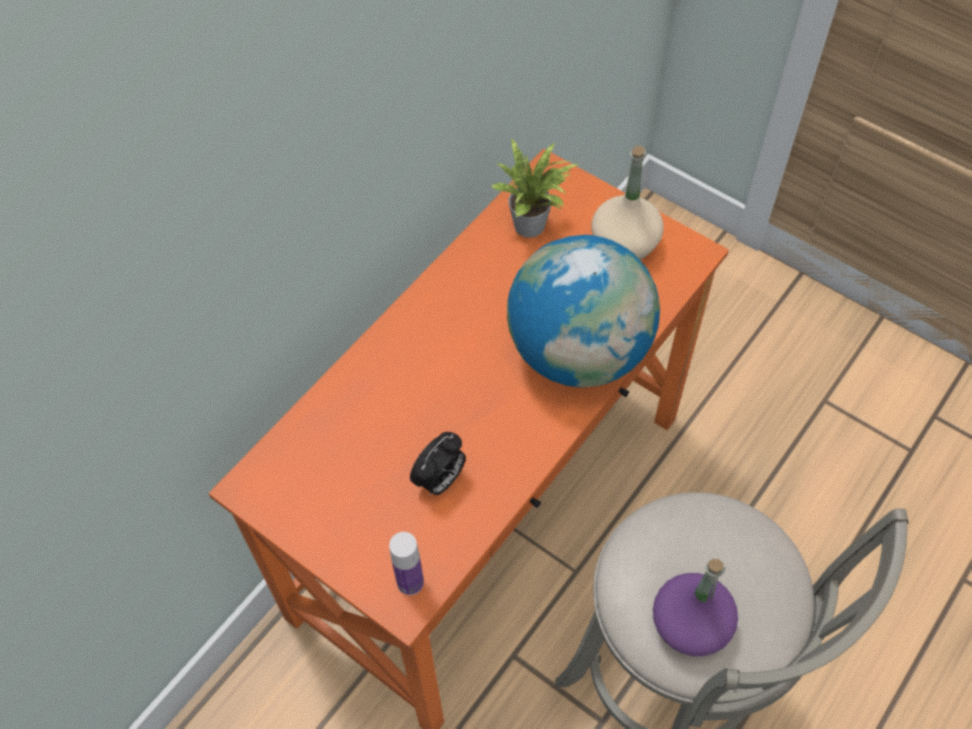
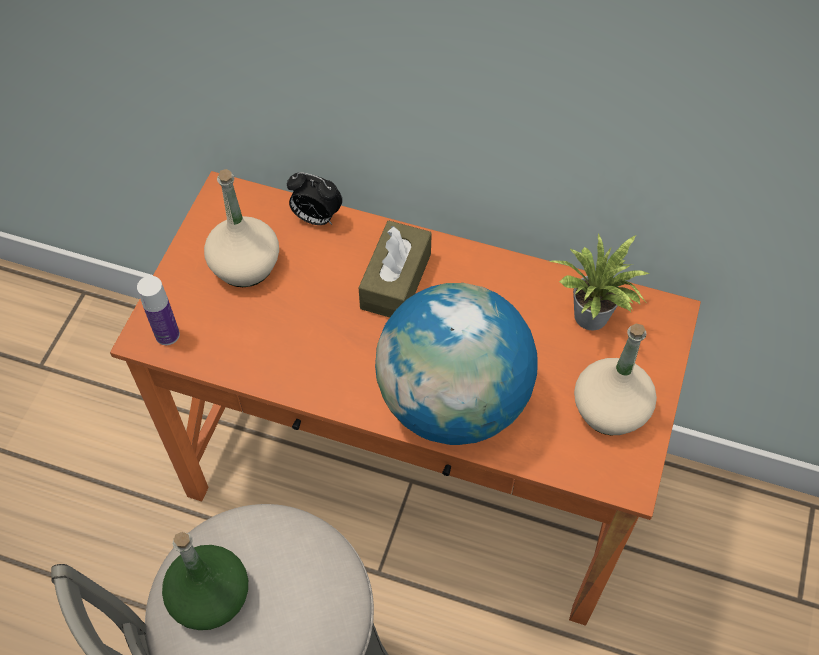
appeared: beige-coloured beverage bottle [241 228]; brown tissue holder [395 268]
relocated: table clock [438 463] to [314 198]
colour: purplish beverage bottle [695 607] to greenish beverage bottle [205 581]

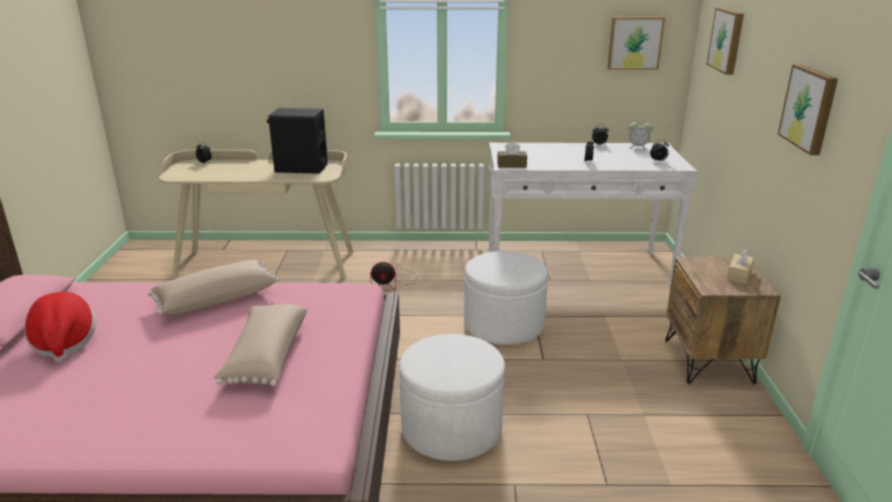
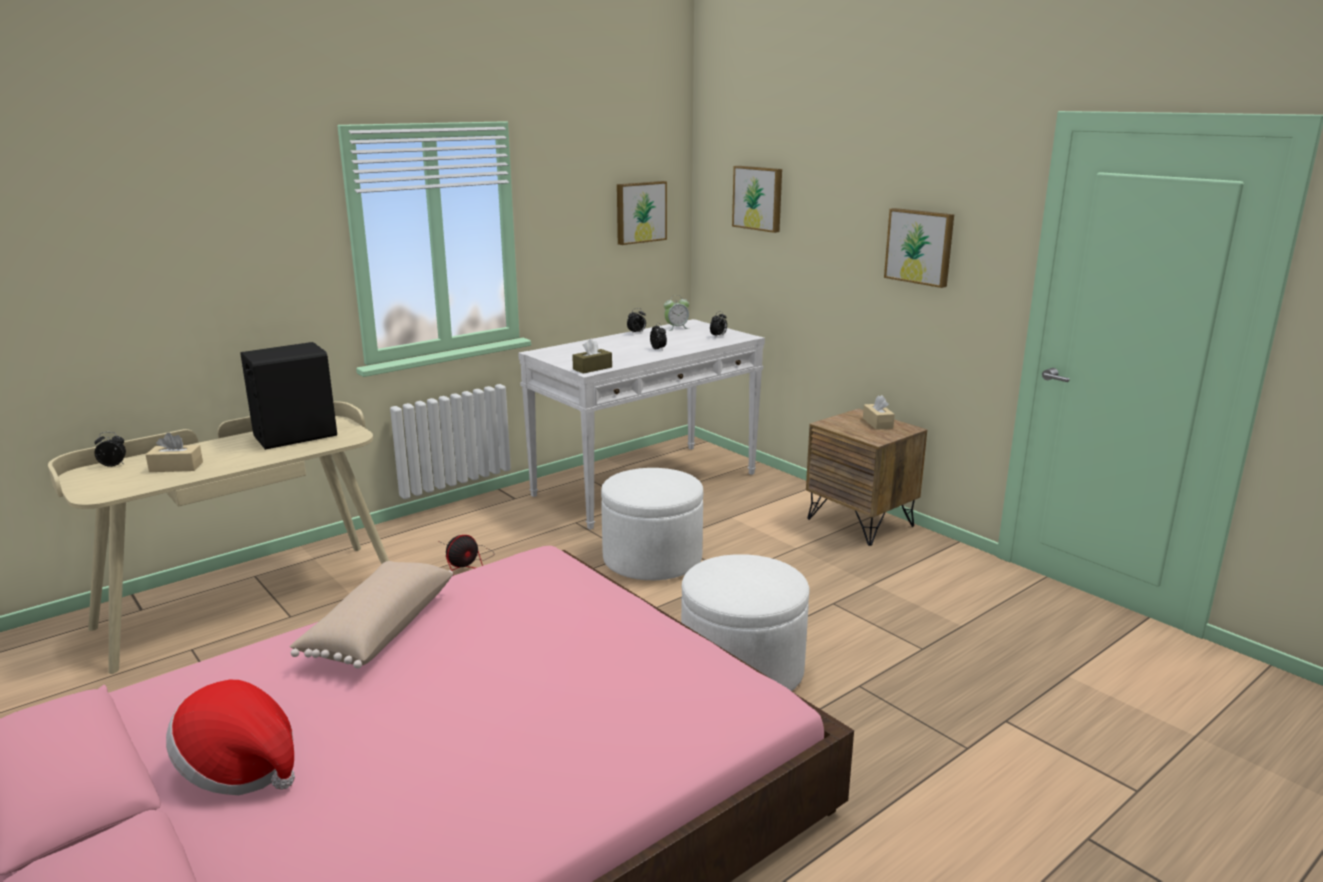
missing: beige-coloured cushion [260 345]
appeared: beige-coloured tissue holder [174 452]

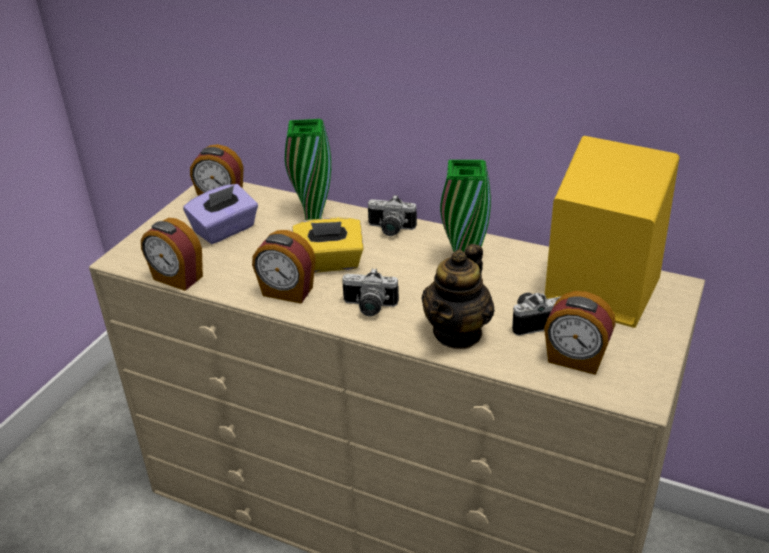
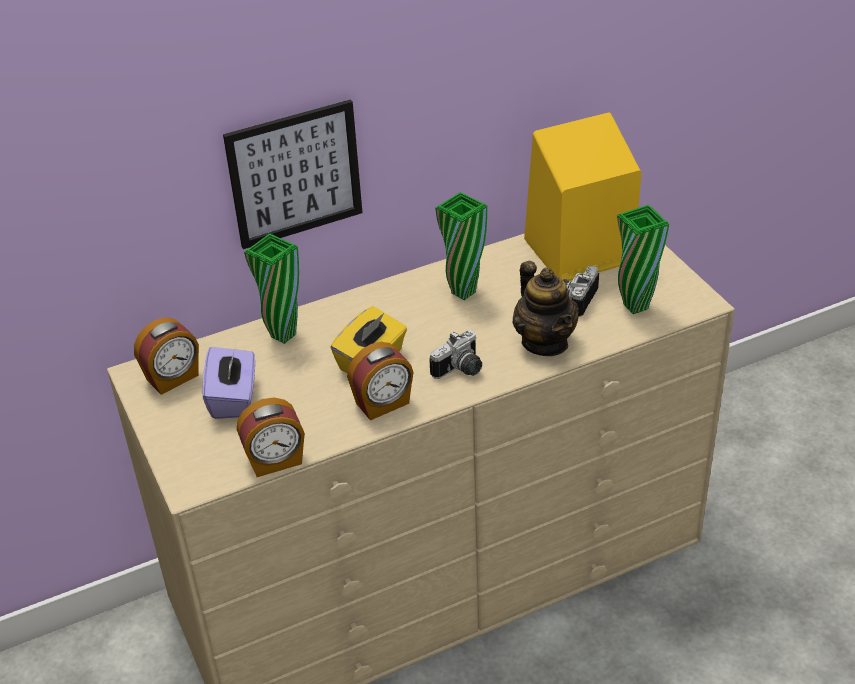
missing: still camera [392 215]
appeared: wall art [292 174]
exchanged: table clock [580 333] to greenish decorative vase [643 259]

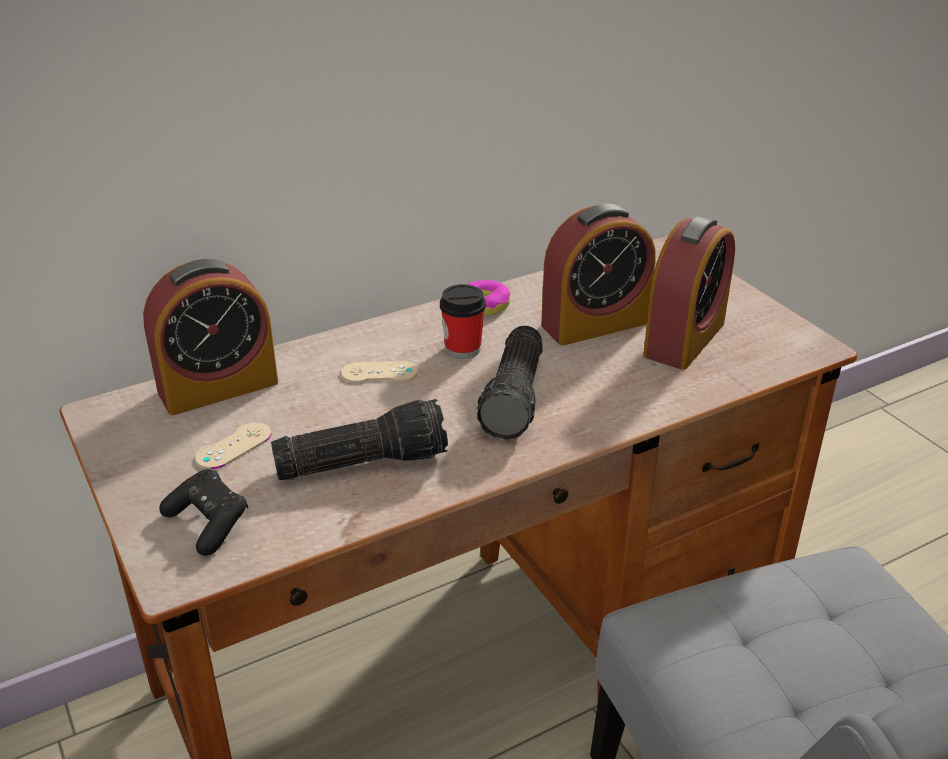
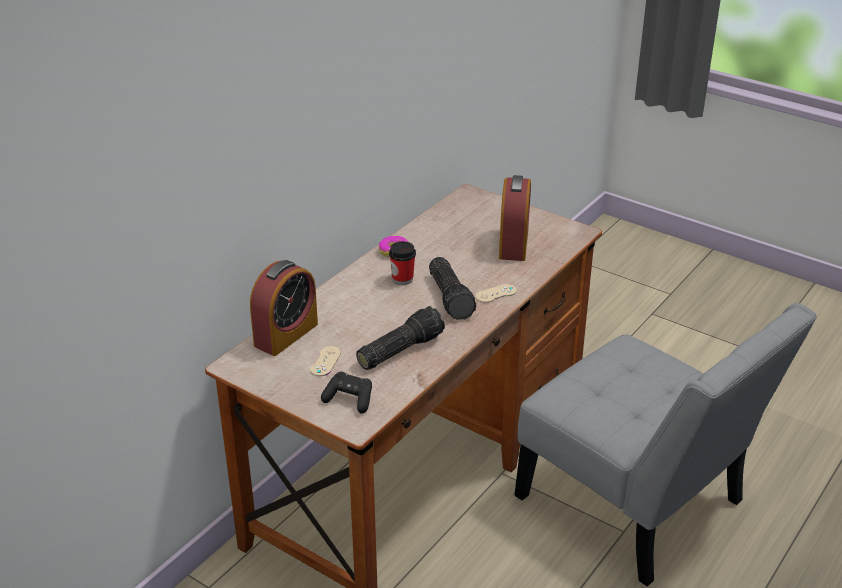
missing: table clock [598 275]
relocated: beige-coloured game controller [379 372] to [496 293]

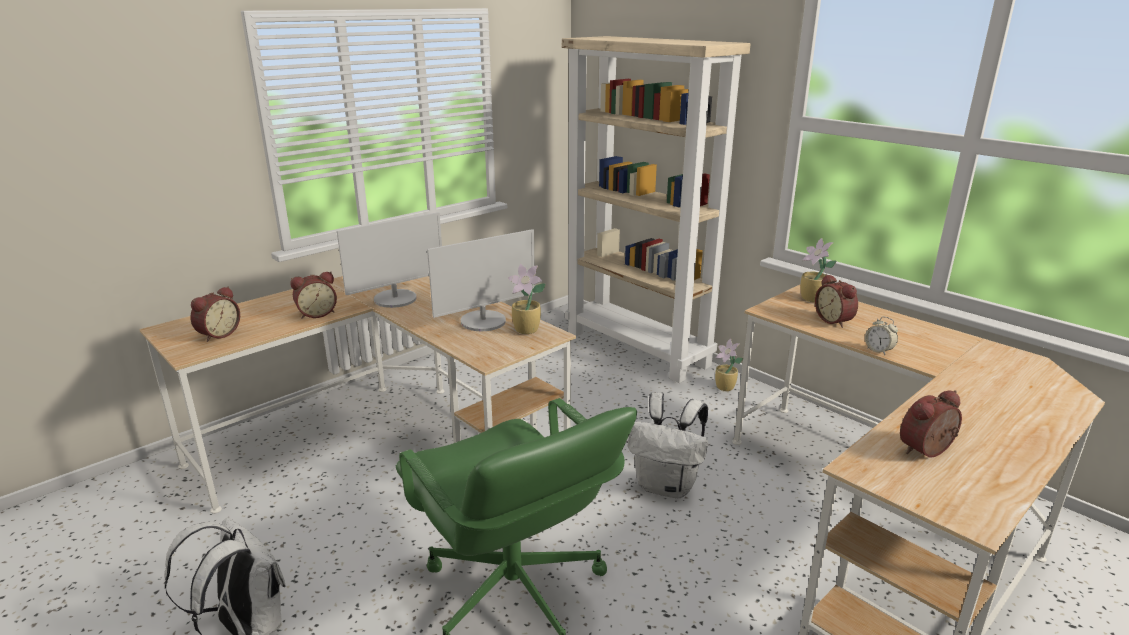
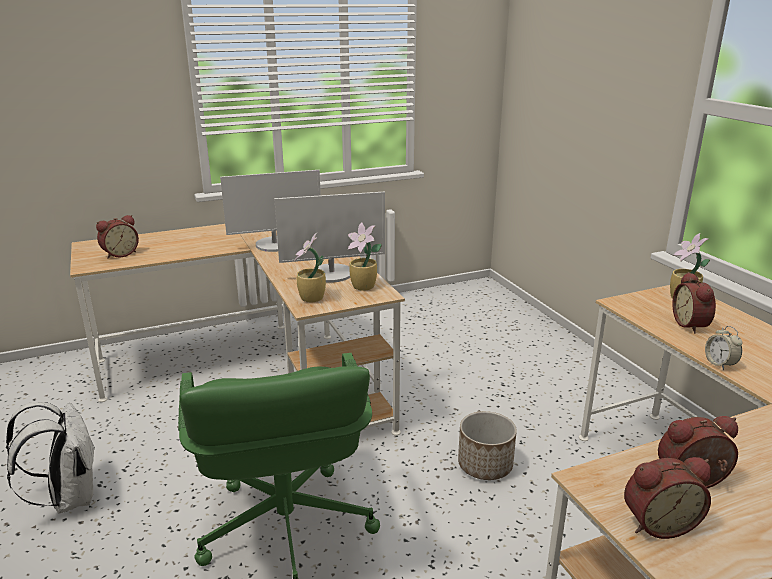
missing: beige-coloured bookshelf [656 209]
relocated: table clock [313 295] to [667 498]; houseplant [729 365] to [310 267]
exchanged: white-coloured backpack [668 445] to planter [487 445]

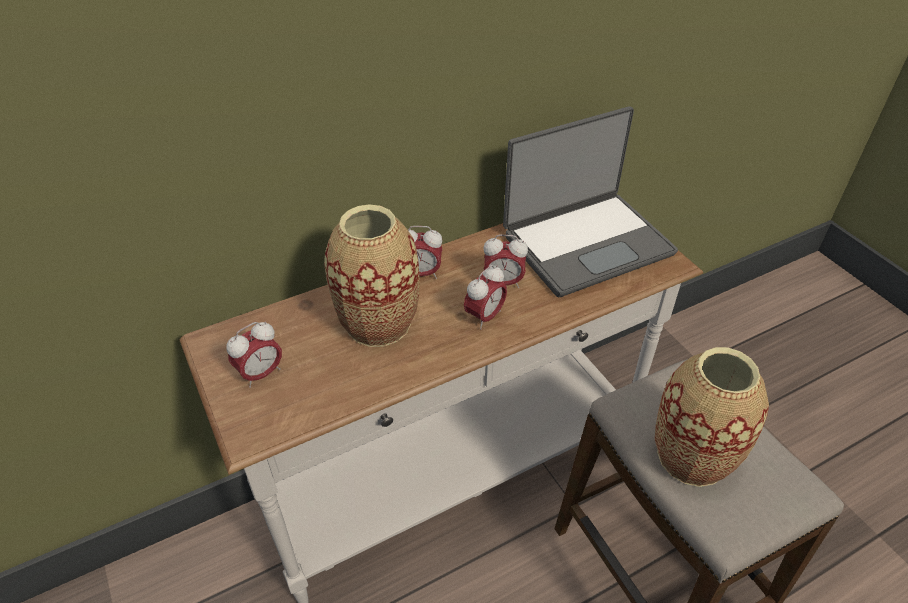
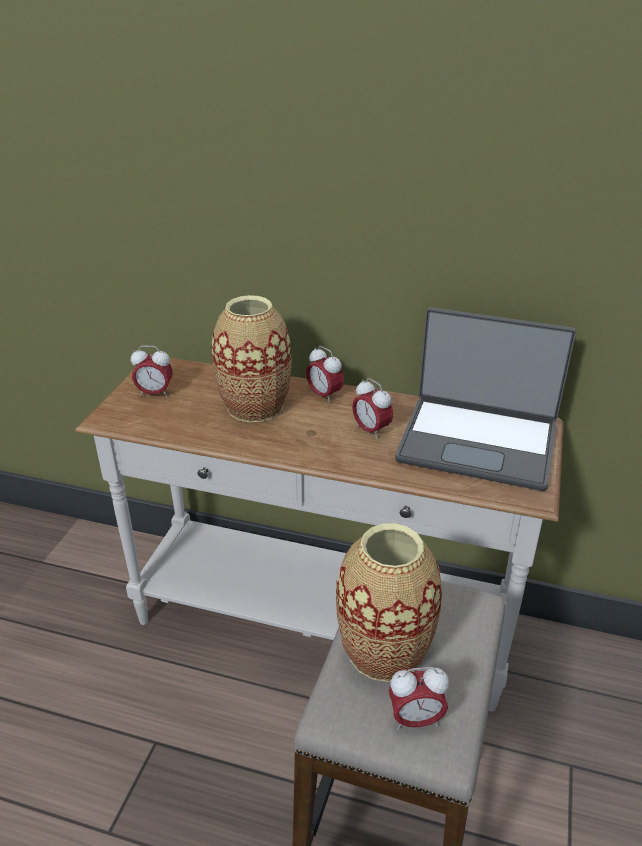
relocated: table clock [485 297] to [419 698]

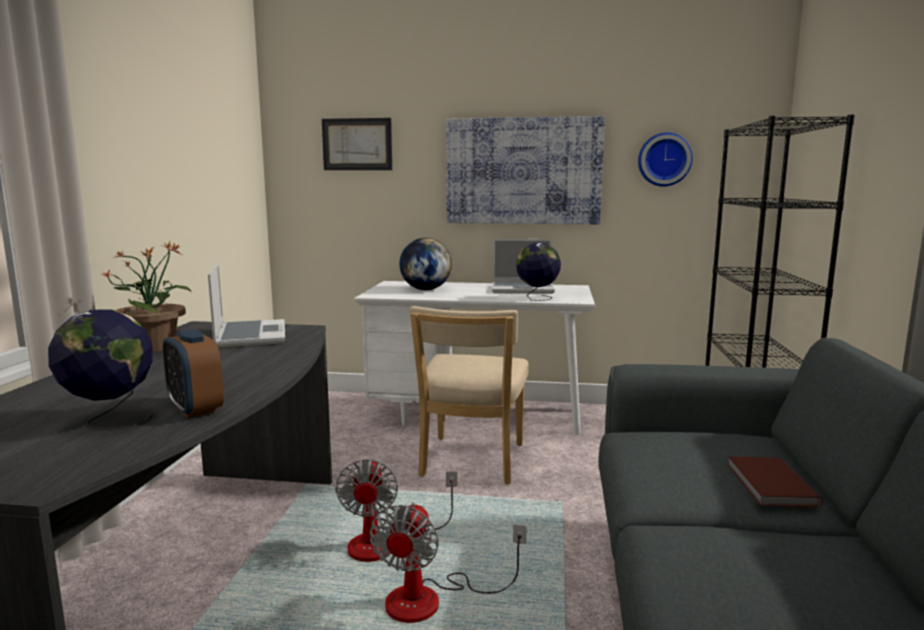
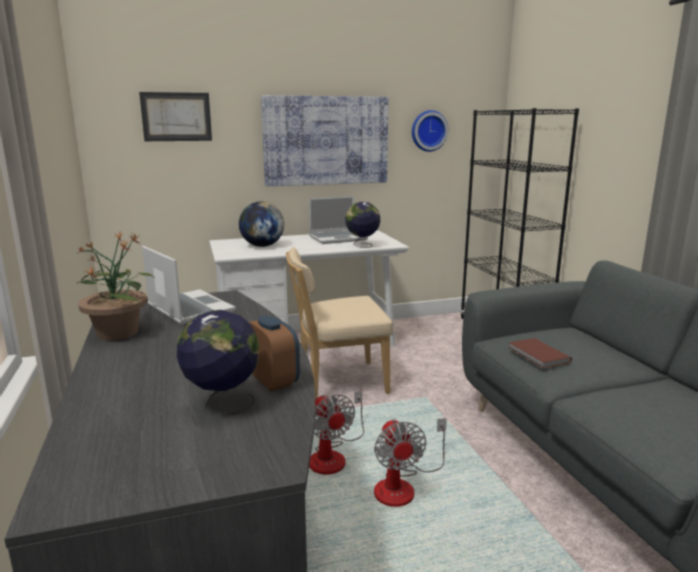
relocated: brown volume [774 481] to [540 353]
spun: table clock [193 373] = [274 353] 150 degrees counterclockwise; beige-coloured plain chair [469 395] = [339 323] 90 degrees clockwise

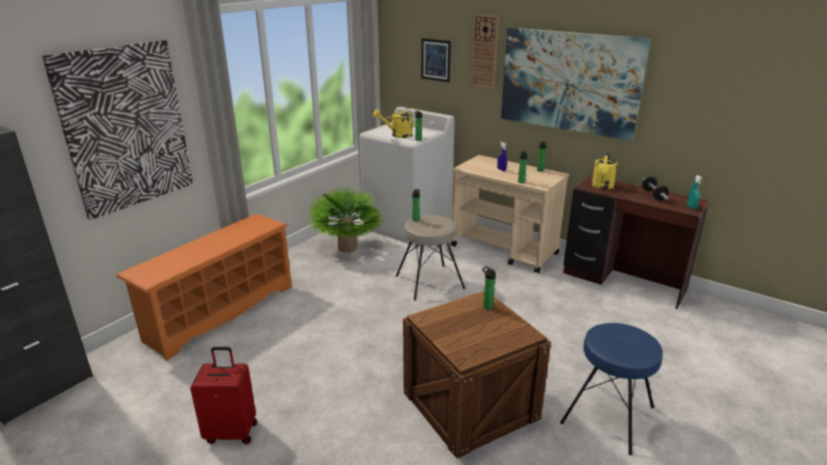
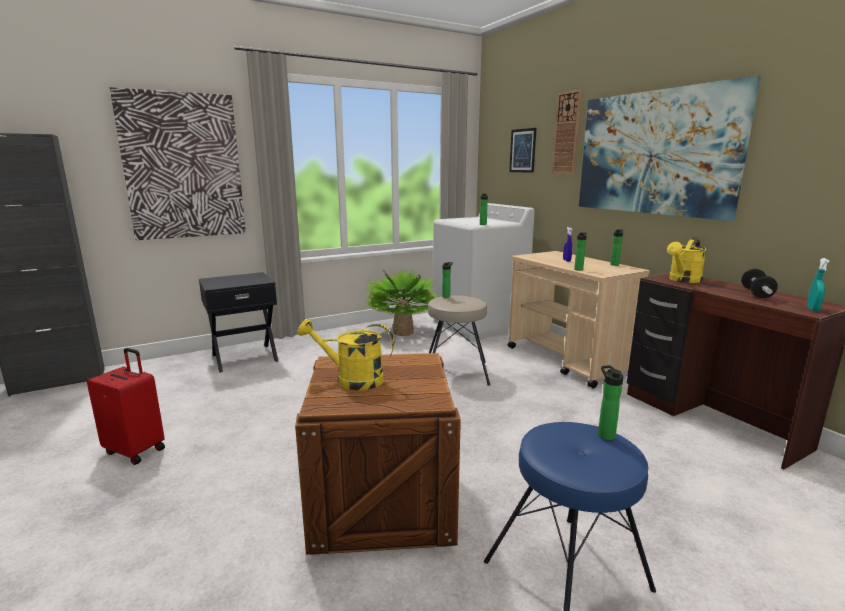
relocated: yellow watering can [394 122] to [345 355]; beverage bottle [489 288] to [610 402]
exchanged: orangey shoe shelf [204 287] to black-coloured nightstand [238 322]

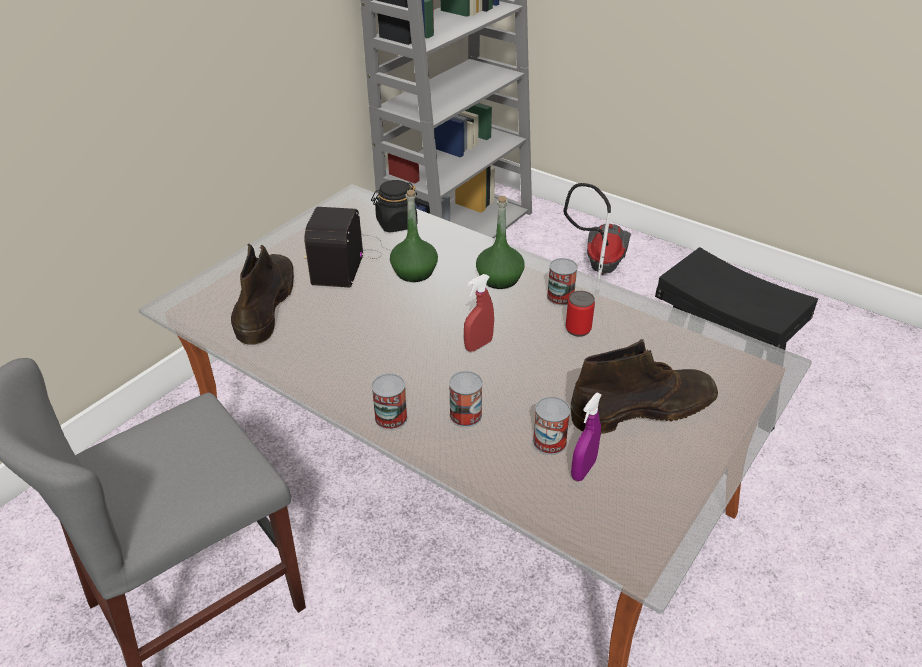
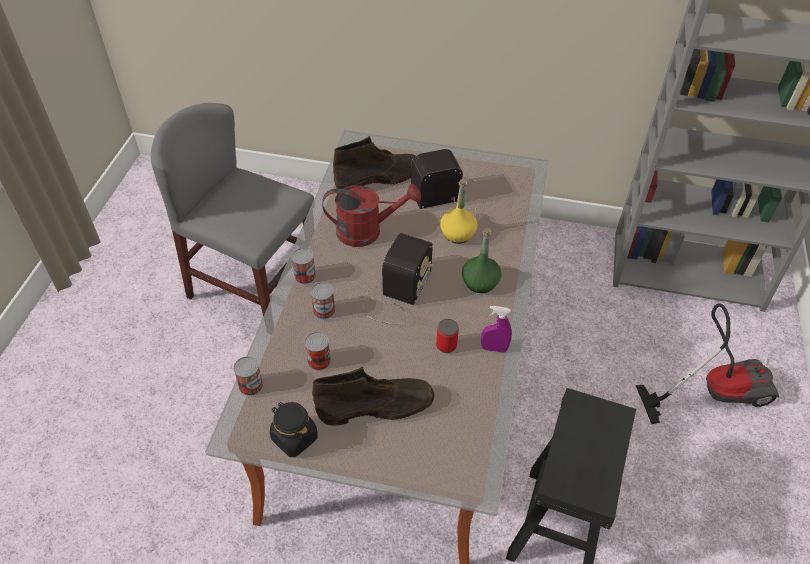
appeared: reddish watering can [371 215]
relocated: black-coloured jar [395 206] to [294 429]; can [562 282] to [248 376]; purplish spray bottle [586 437] to [496 329]
exchanged: reddish spray bottle [479 313] to radio set [394 278]
colour: greenish beverage bottle [414 236] to yellow beverage bottle [459 211]
spun: brown boot [644 386] = [373 396] 60 degrees counterclockwise

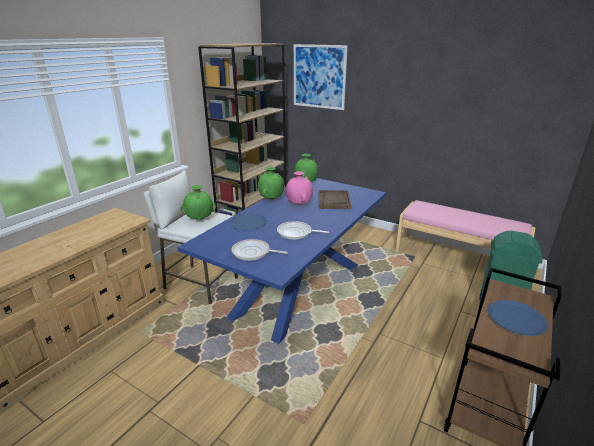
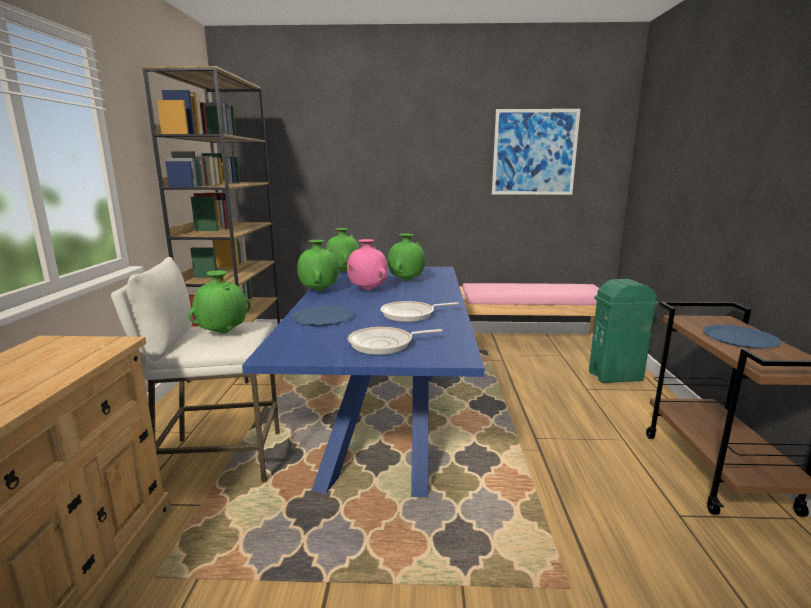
relocated: wall art [321 77] to [536 152]
exchanged: brown serving tray [334 199] to greenish decorative vase [406 257]

